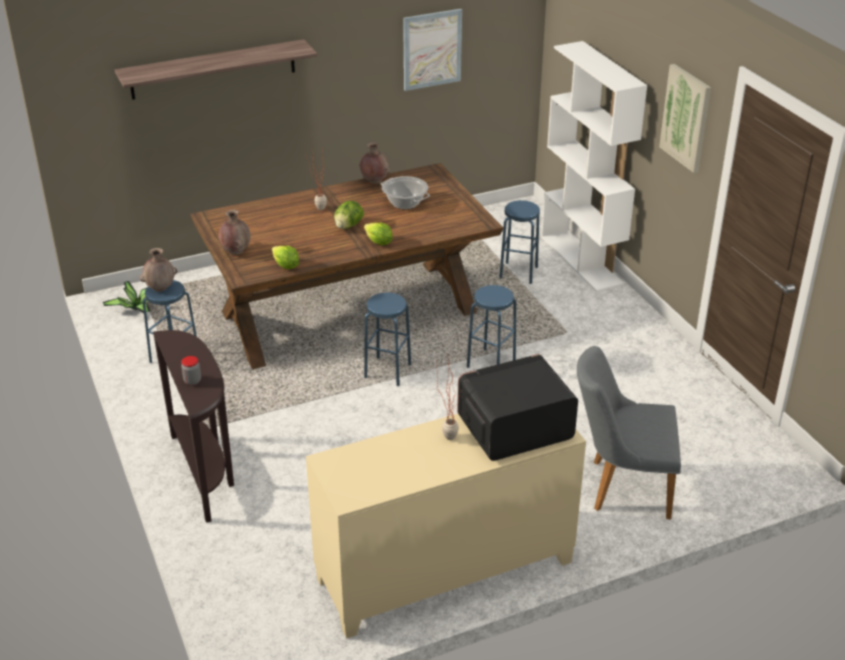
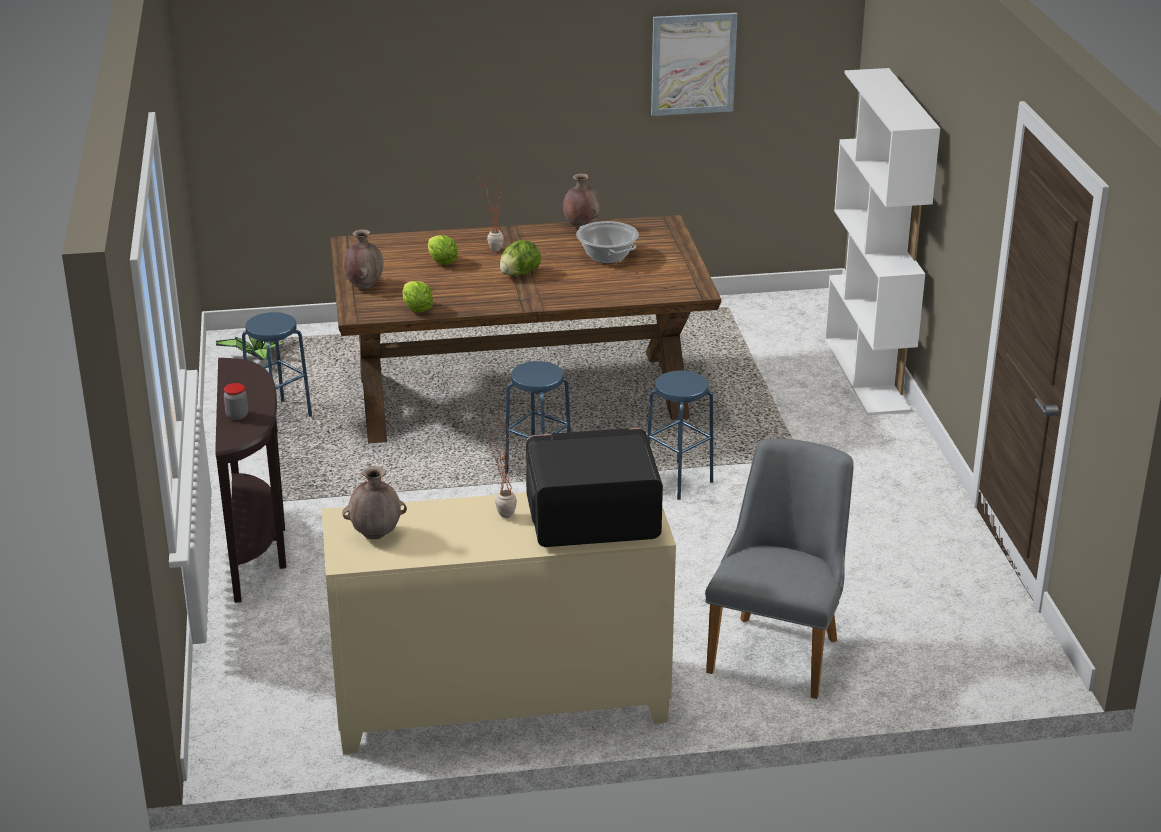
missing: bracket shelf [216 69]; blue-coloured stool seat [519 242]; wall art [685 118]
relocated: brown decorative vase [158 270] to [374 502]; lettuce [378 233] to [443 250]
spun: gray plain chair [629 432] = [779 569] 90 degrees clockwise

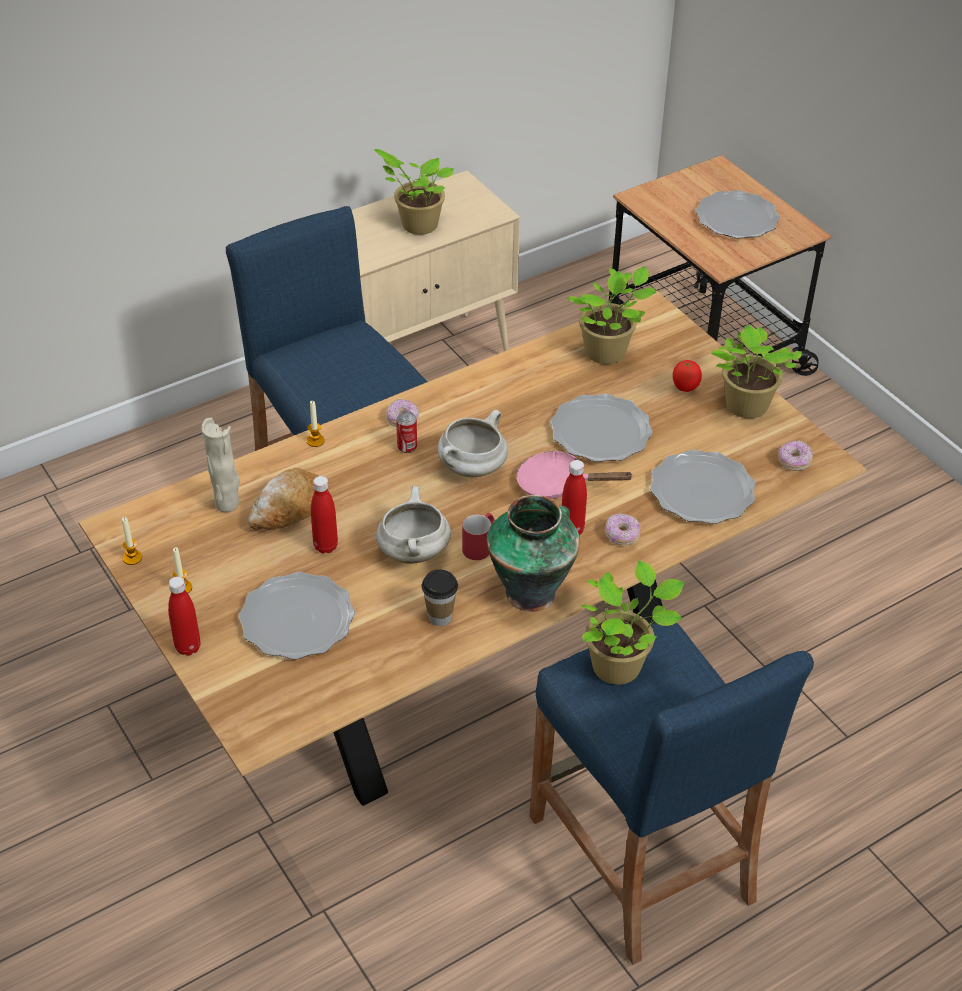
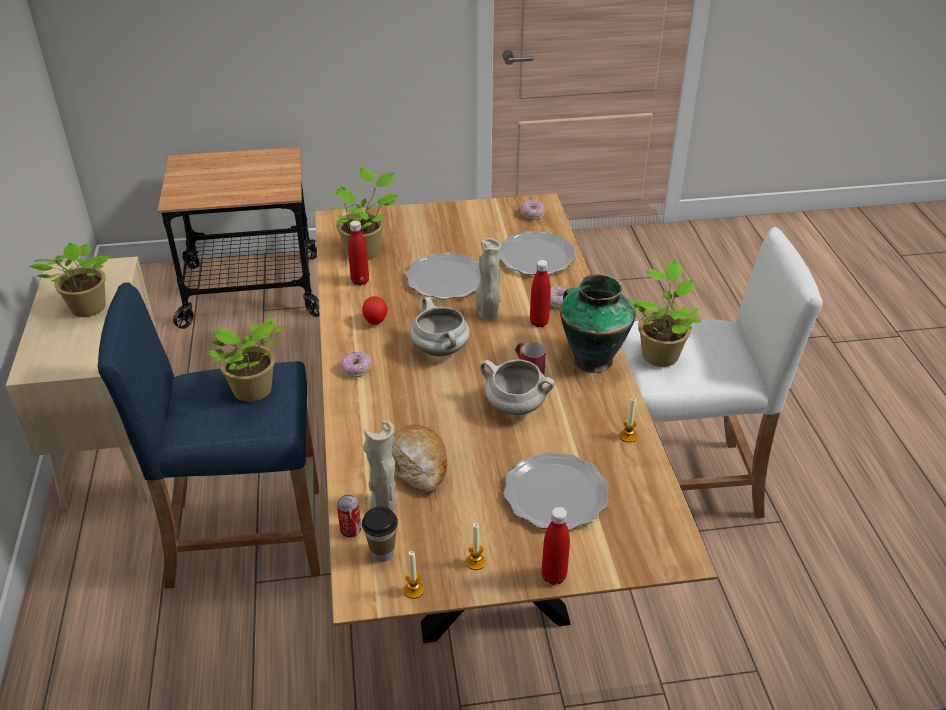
missing: plate [738 214]
relocated: wax light [315 424] to [628 420]; reddish beverage bottle [324 515] to [358 253]; can [406 432] to [349 515]; cup [440 598] to [380 534]; whole tomato [687 376] to [374 310]; houseplant [756 371] to [245 359]
exchanged: pink skillet [575 474] to beige-coloured decorative vase [487 279]
colour: blue-coloured stool seat [672 793] to white-coloured stool seat [722 372]

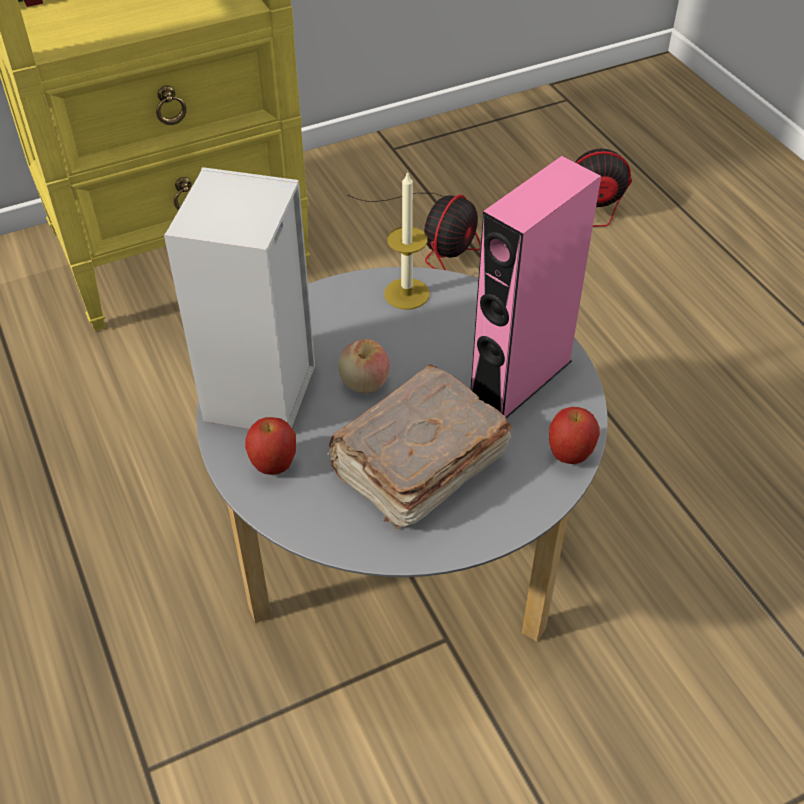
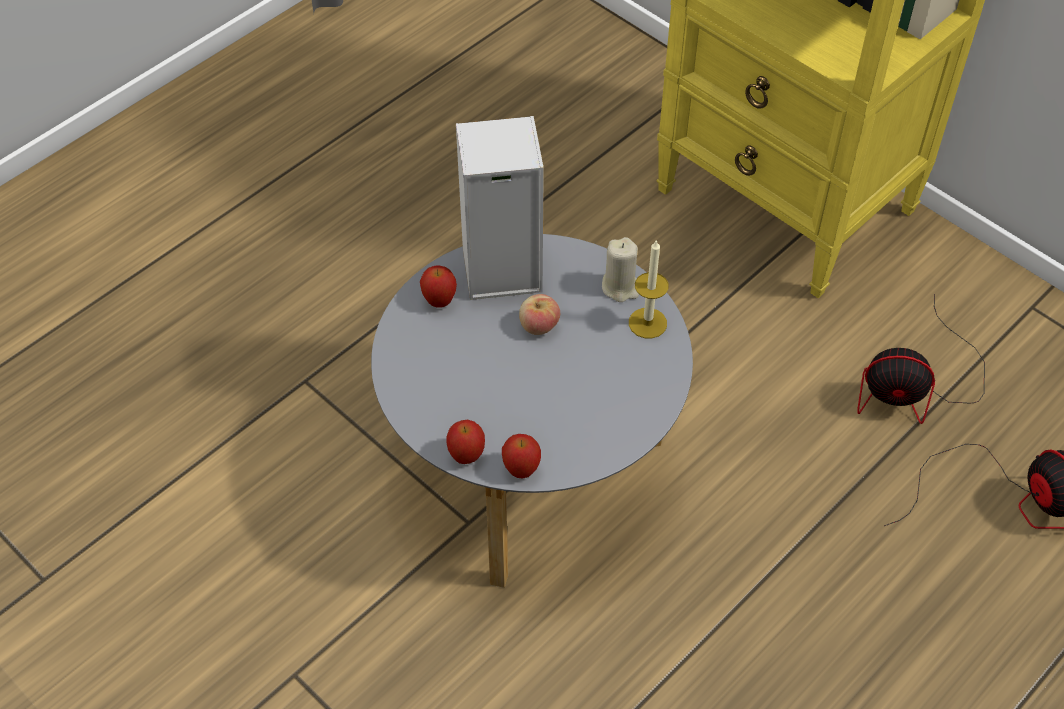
missing: brown volume [420 446]; pink loudspeaker [535 287]
appeared: whole apple [466 442]; beige-coloured wax light [620 269]

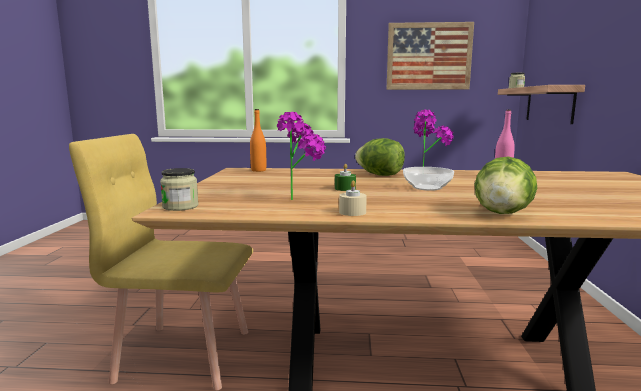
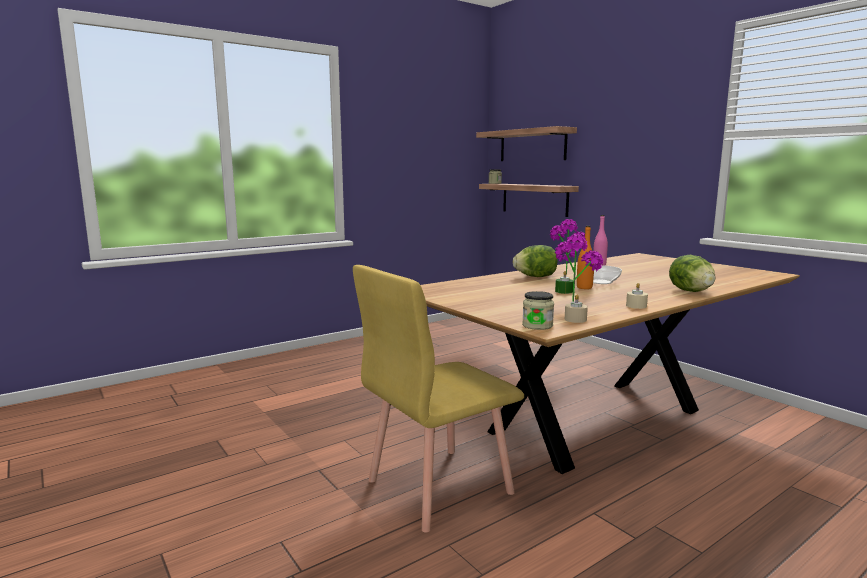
missing: wall art [430 56]
appeared: bracket shelf [526 143]; beige-coloured wax light [576 309]
relocated: orangey beverage bottle [258 140] to [585 257]

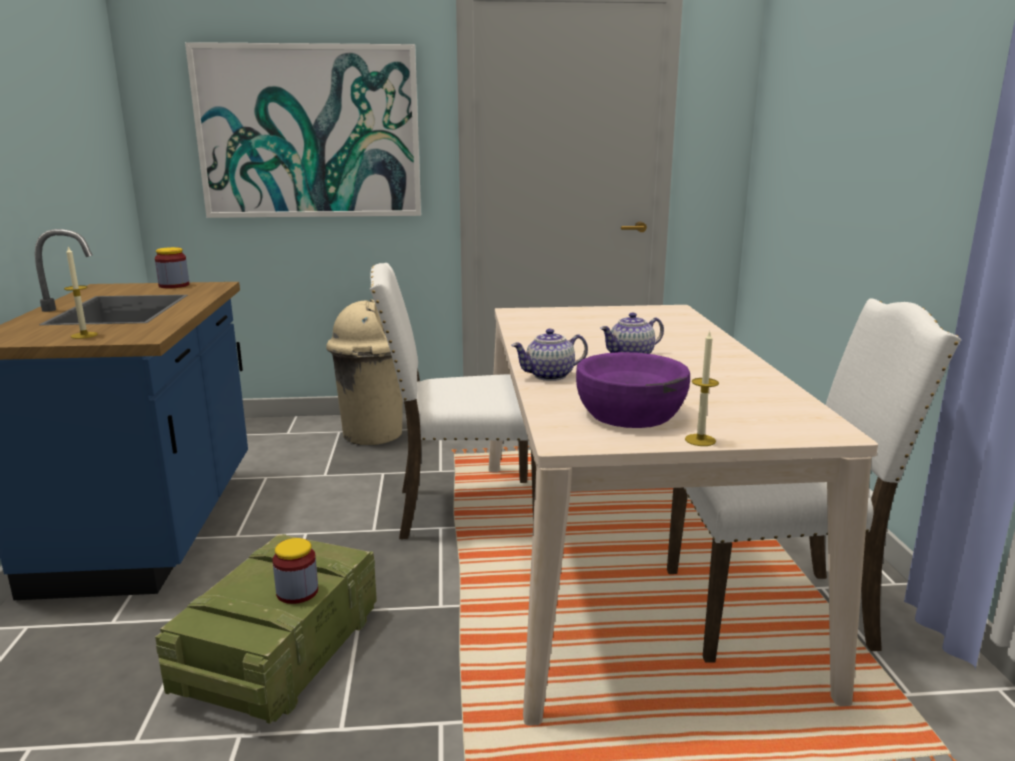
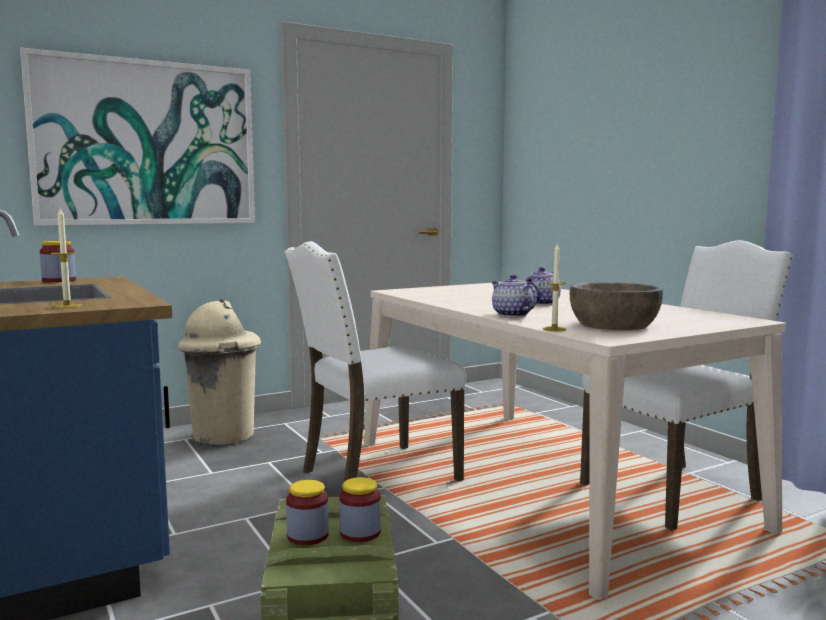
appeared: jar [307 512]
relocated: wax light [702 388] to [554 287]
colour: purplish bowl [633 390] to brown bowl [616 306]
spun: tea pot [549 355] = [514 295] 105 degrees clockwise

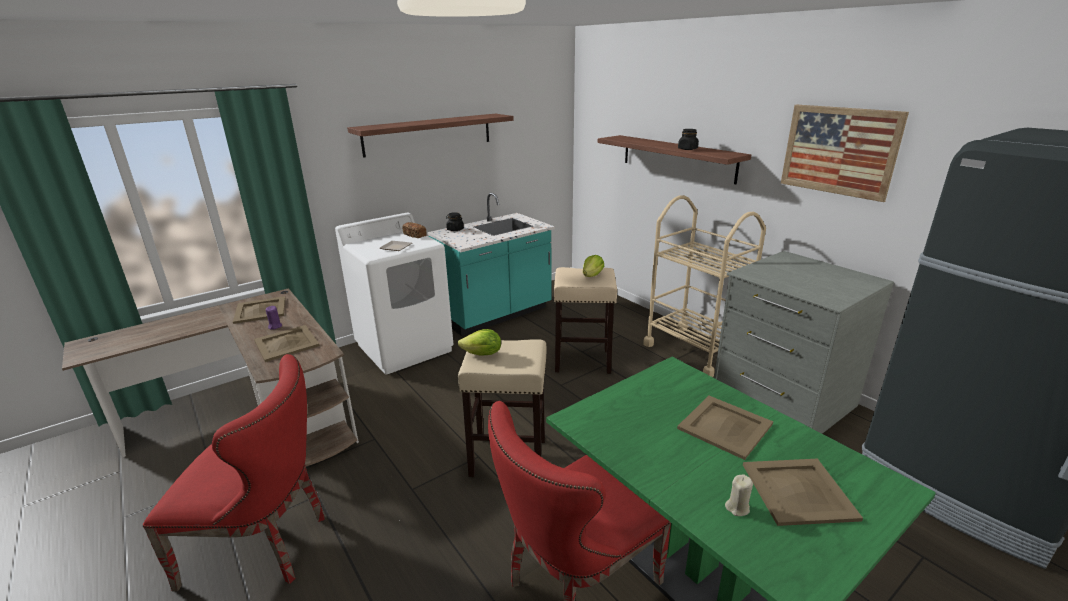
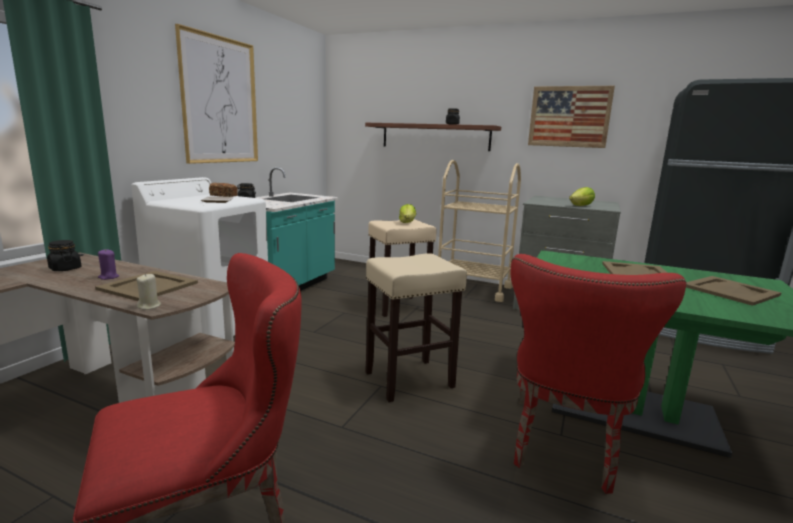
relocated: lettuce [479 342] to [582 196]; beige-coloured wax light [739 495] to [149 292]
exchanged: beige-coloured serving tray [259 310] to black-coloured jar [64 255]; bracket shelf [430 136] to wall art [216 94]

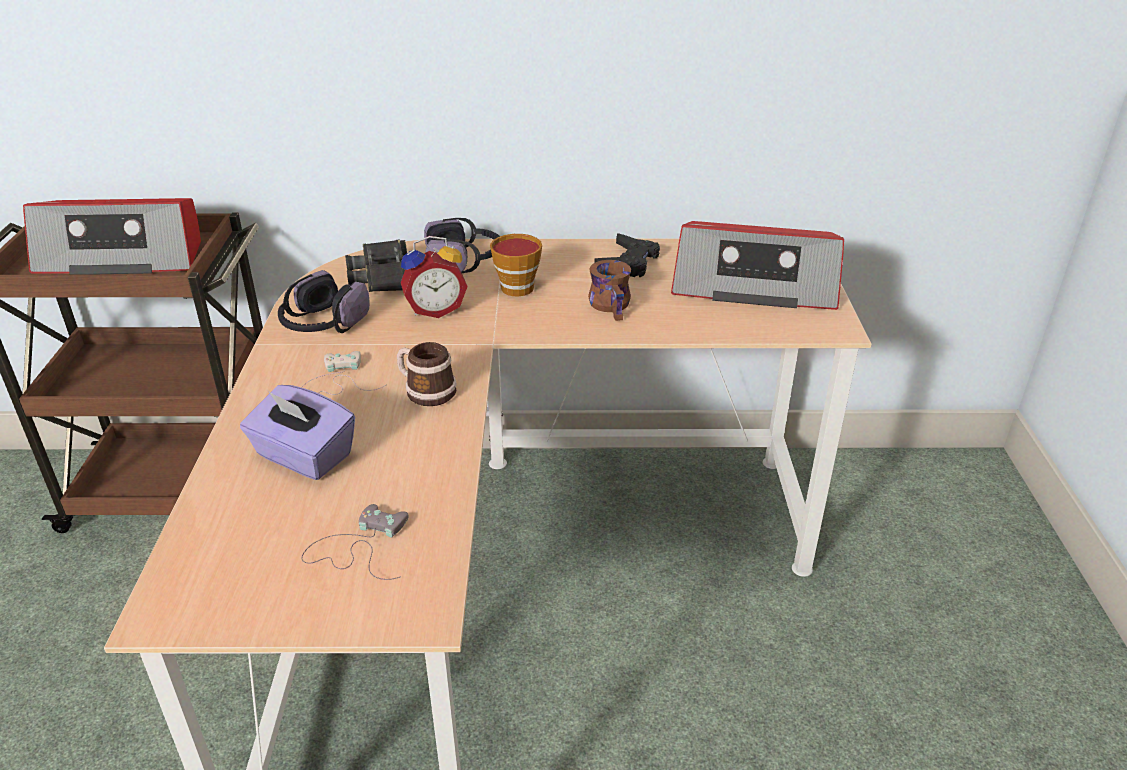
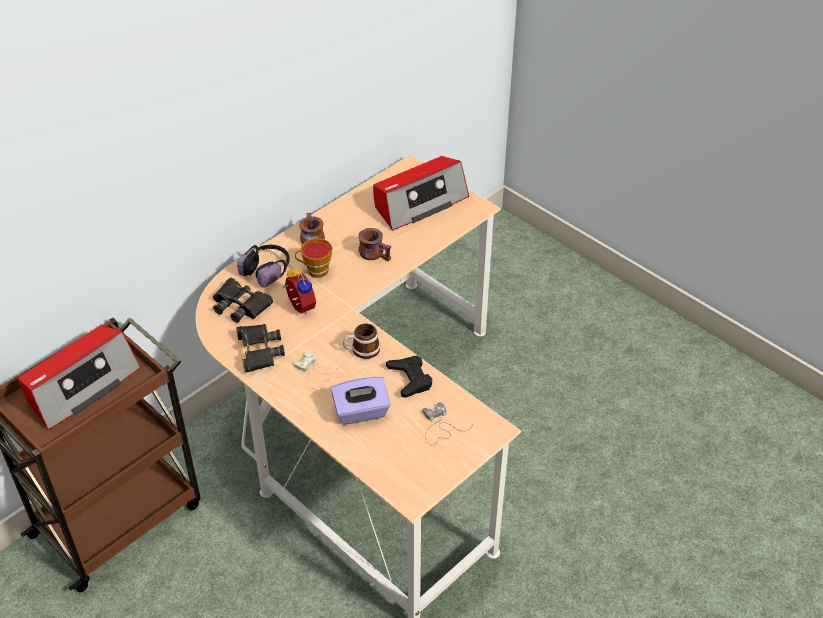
appeared: brown coffee mug [312 228]
relocated: black-coloured game controller [627 255] to [409 376]
exchanged: pair of headphones [324 301] to black-coloured field glasses [260 348]
spun: table clock [434 277] = [299 290] 60 degrees counterclockwise

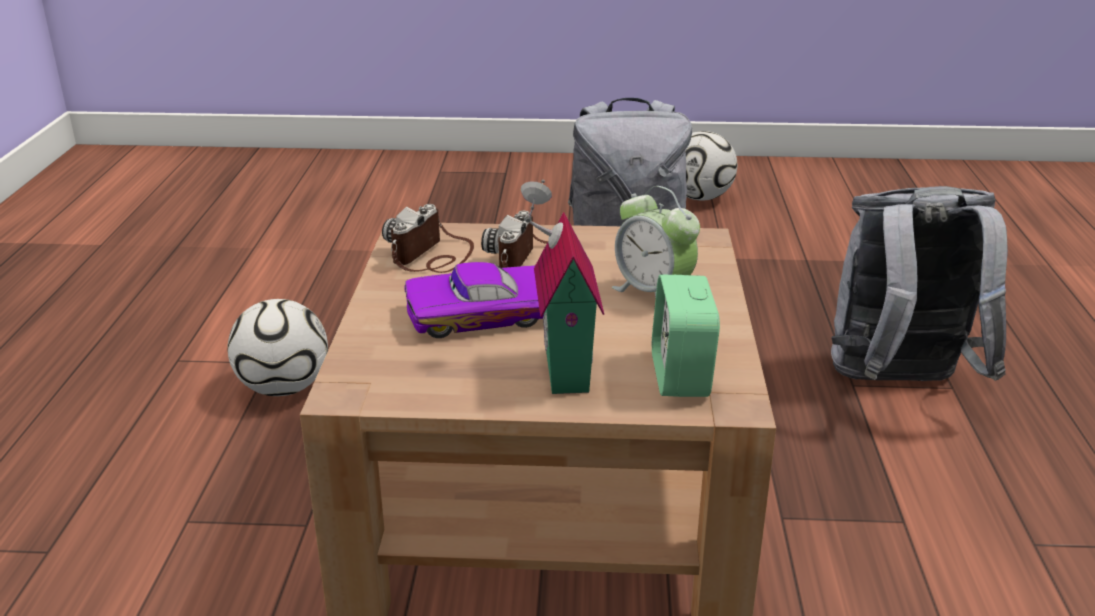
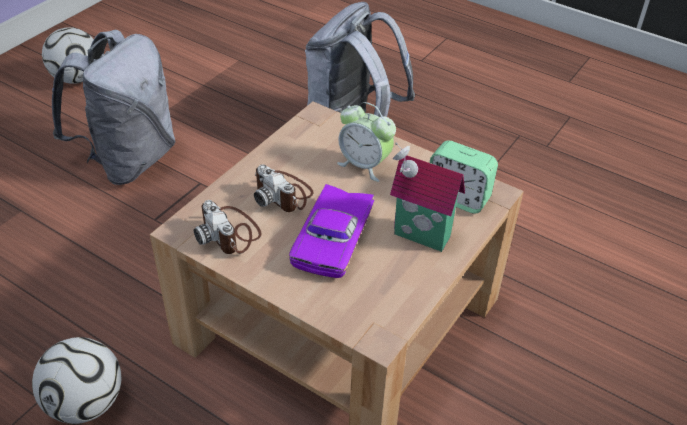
spun: table clock [656 242] = [366 142] 45 degrees clockwise

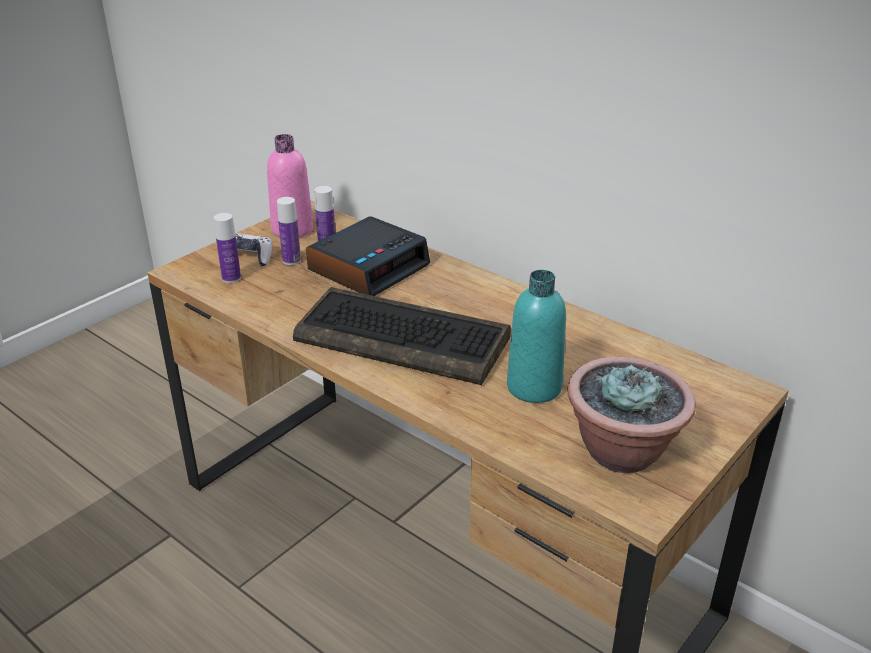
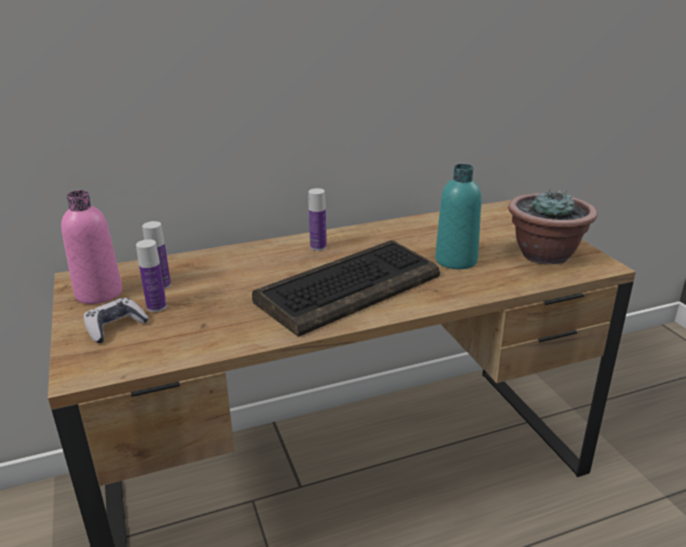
missing: table clock [368 256]
relocated: beverage bottle [227 248] to [317 219]

